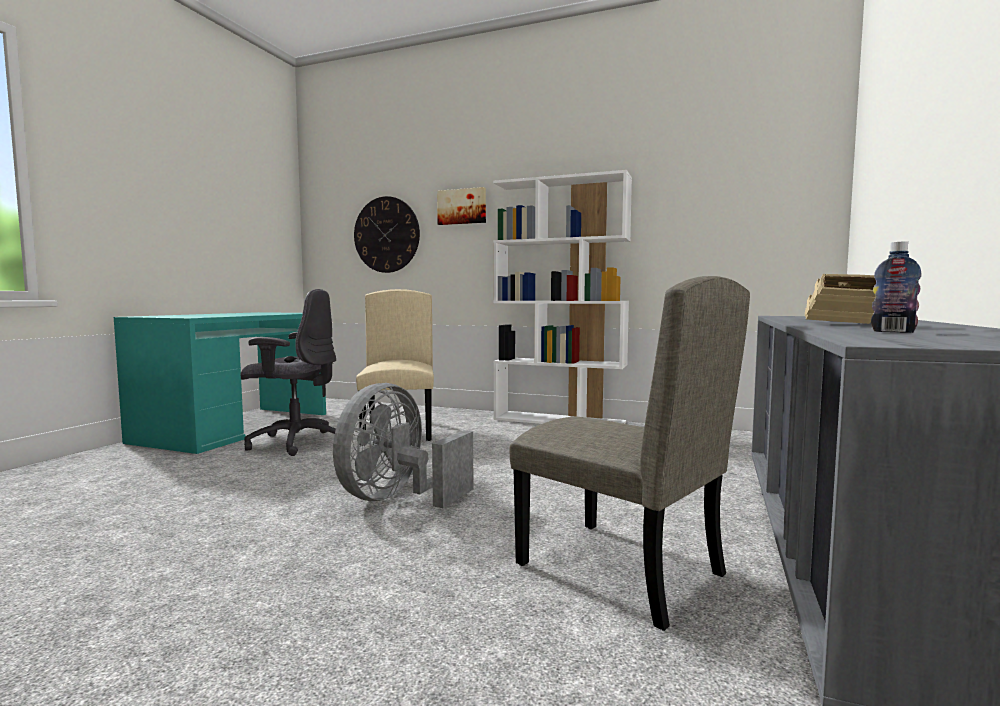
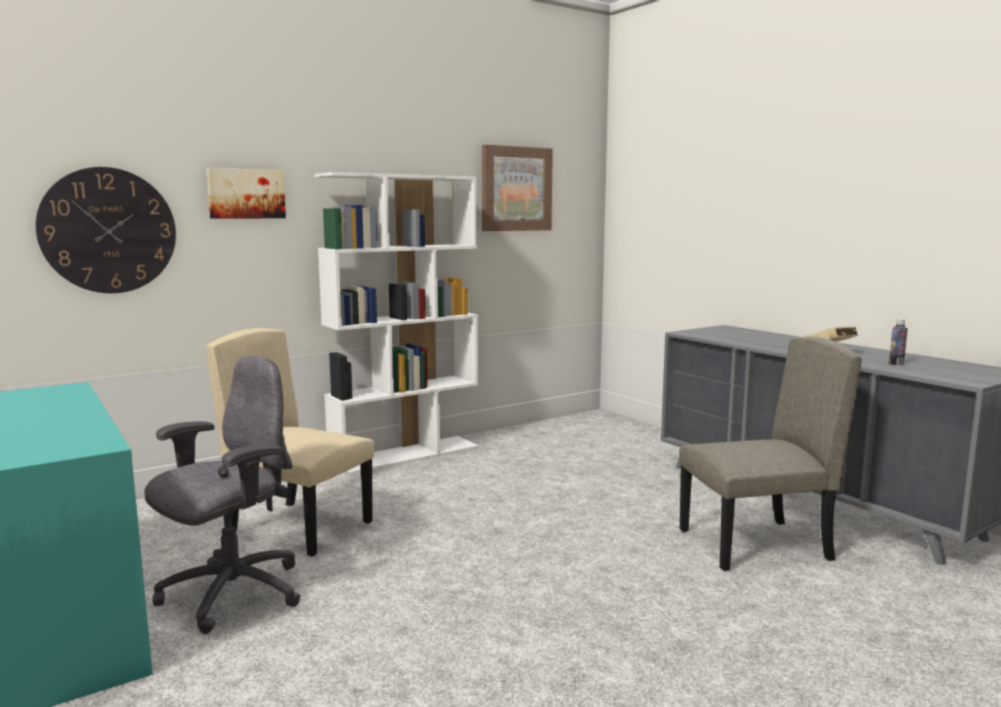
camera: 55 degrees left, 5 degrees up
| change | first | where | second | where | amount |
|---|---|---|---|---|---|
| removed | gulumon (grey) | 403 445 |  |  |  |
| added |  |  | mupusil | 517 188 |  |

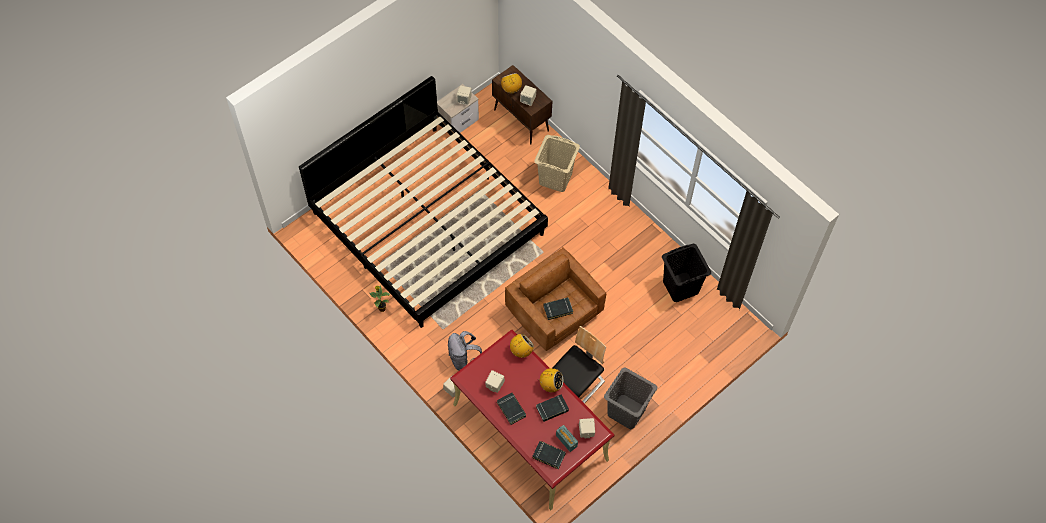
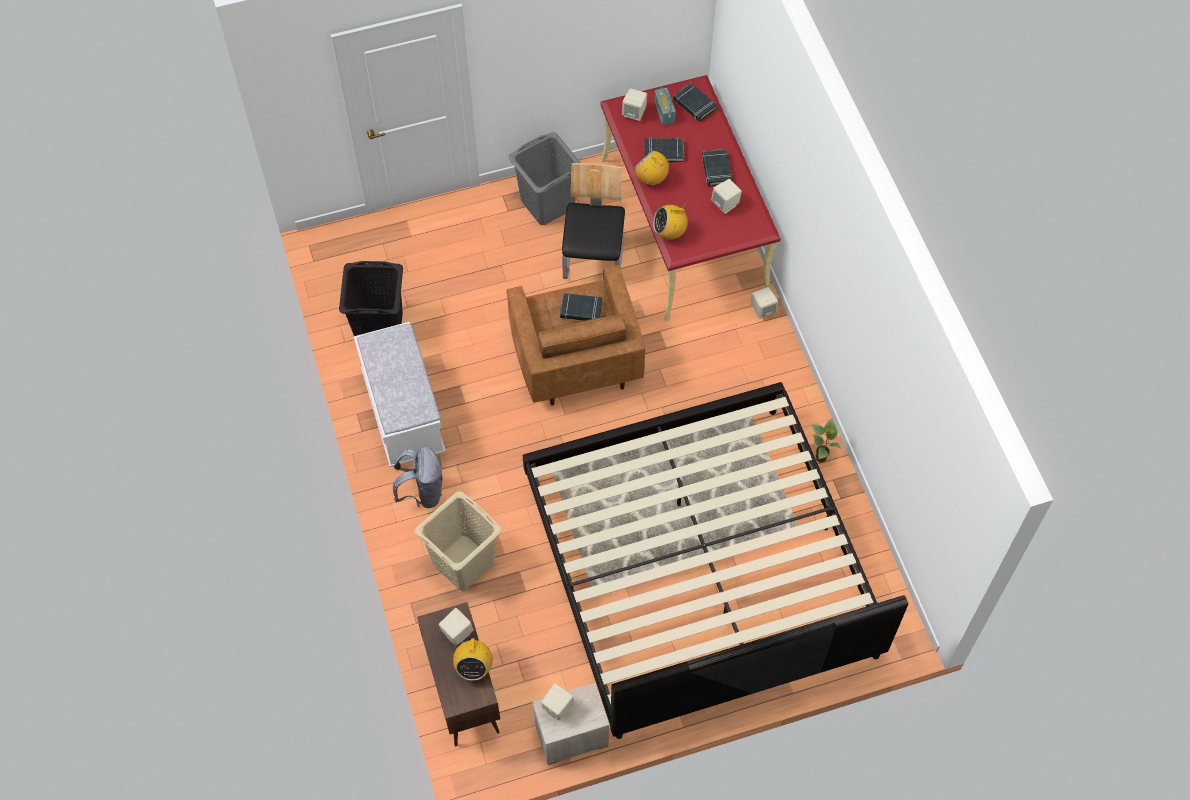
camera: 155 degrees left, 0 degrees up
| change | first | where | second | where | amount |
|---|---|---|---|---|---|
| moved | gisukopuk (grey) | 465 350 |  | 418 477 |  |
| turned | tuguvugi | 579 364 |  | 593 221 | 120 degrees clockwise |
| added |  |  | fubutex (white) | 400 394 |  |

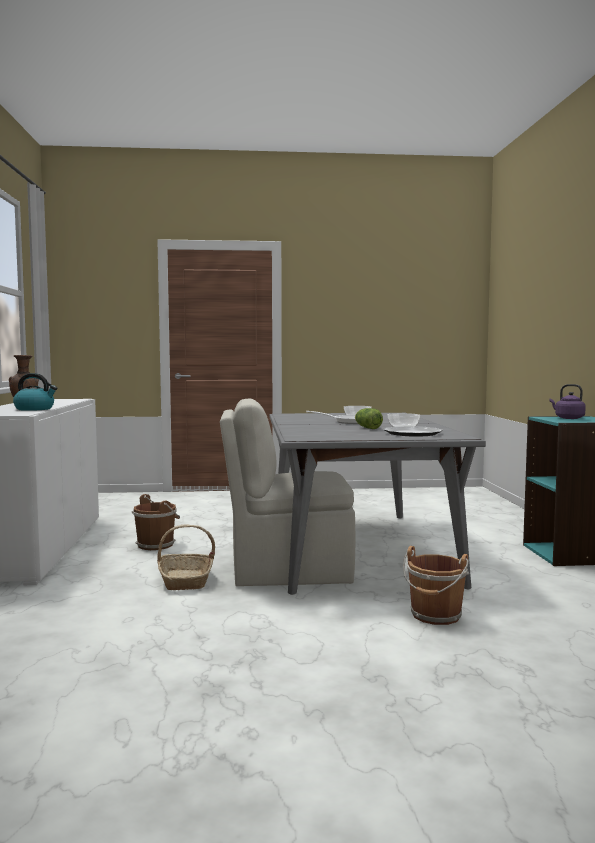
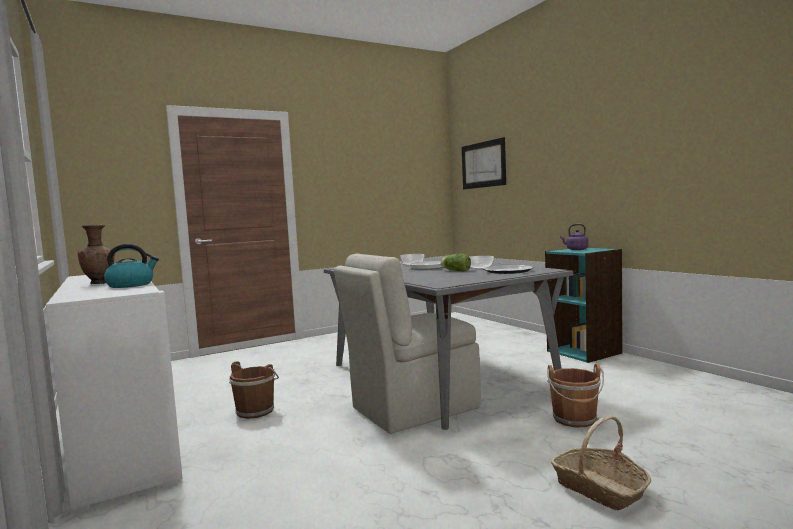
camera: 25 degrees left, 0 degrees up
| change | first | where | second | where | amount |
|---|---|---|---|---|---|
| moved | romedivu | 186 557 |  | 601 463 |  |
| added |  |  | mupusil | 484 163 |  |

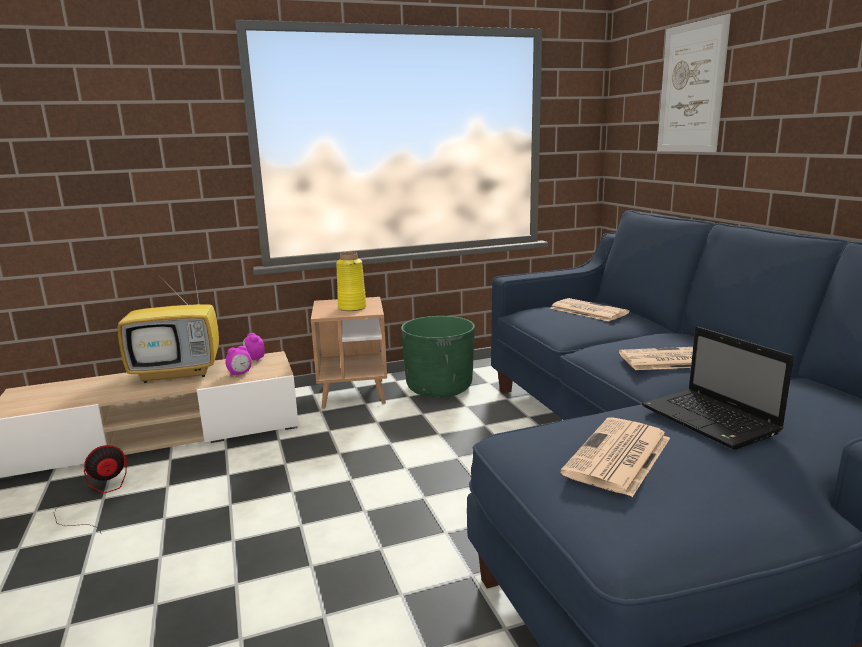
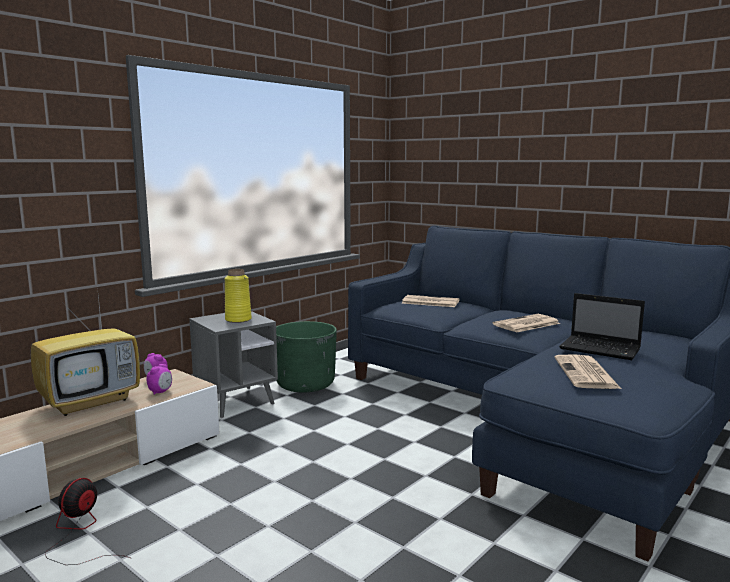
camera: 30 degrees left, 5 degrees down
| change | first | where | second | where | amount |
|---|---|---|---|---|---|
| recoloured | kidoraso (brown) | 349 353 | kidoraso (grey) | 233 364 |  |
| removed | mupusil | 694 83 |  |  |  |

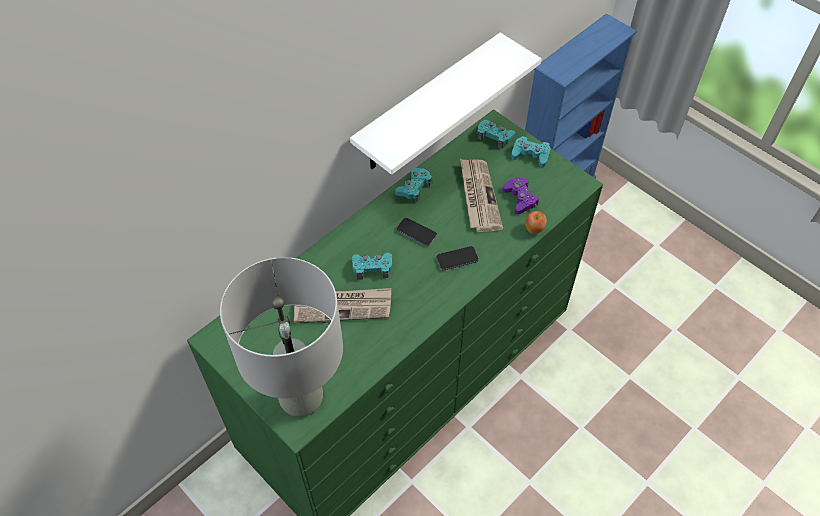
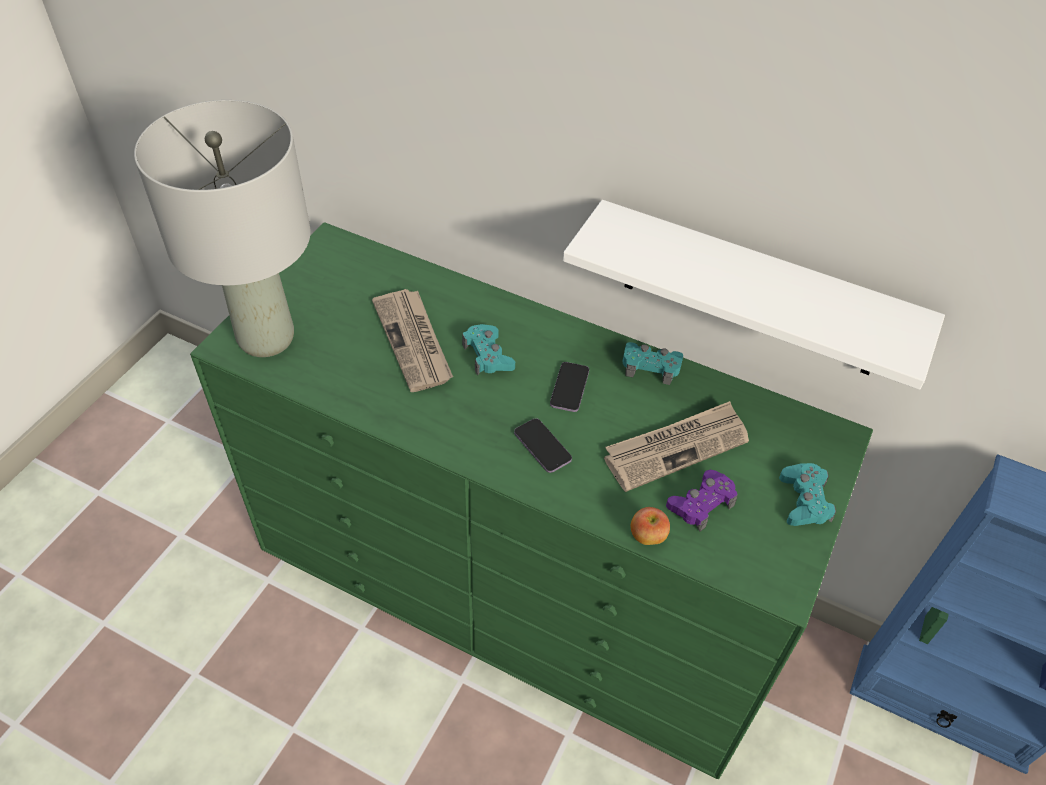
camera: 70 degrees right, 5 degrees down
| change | first | where | second | where | amount |
|---|---|---|---|---|---|
| removed | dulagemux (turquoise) | 496 134 |  |  |  |

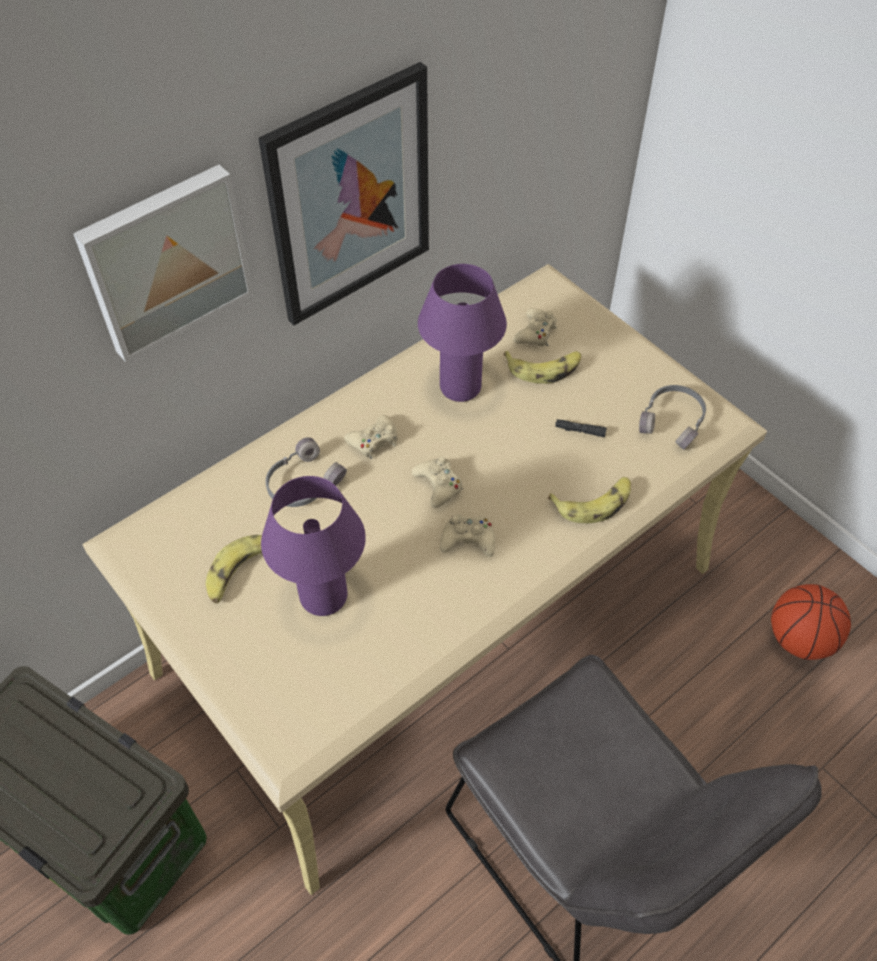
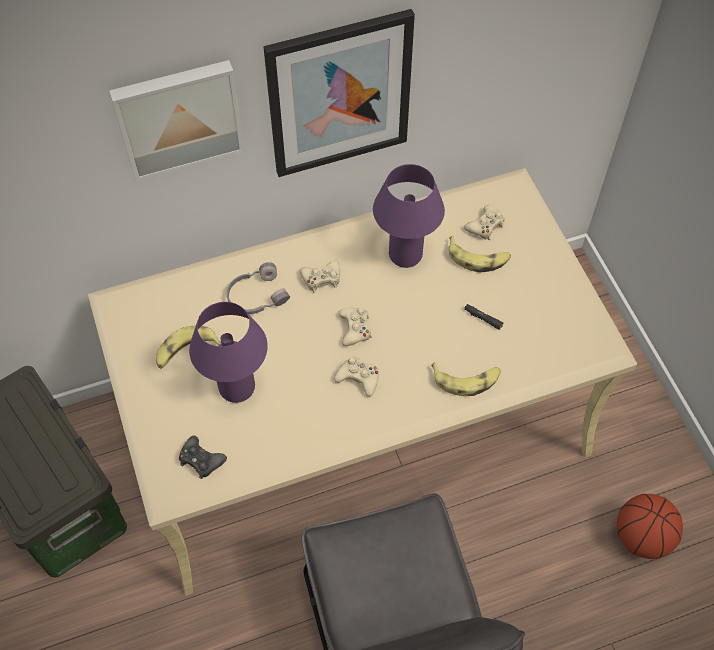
camera: 20 degrees right, 5 degrees up
| change | first | where | second | where | amount |
|---|---|---|---|---|---|
| removed | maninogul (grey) | 672 417 |  |  |  |
| added |  |  | dulagemux (black) | 203 457 |  |

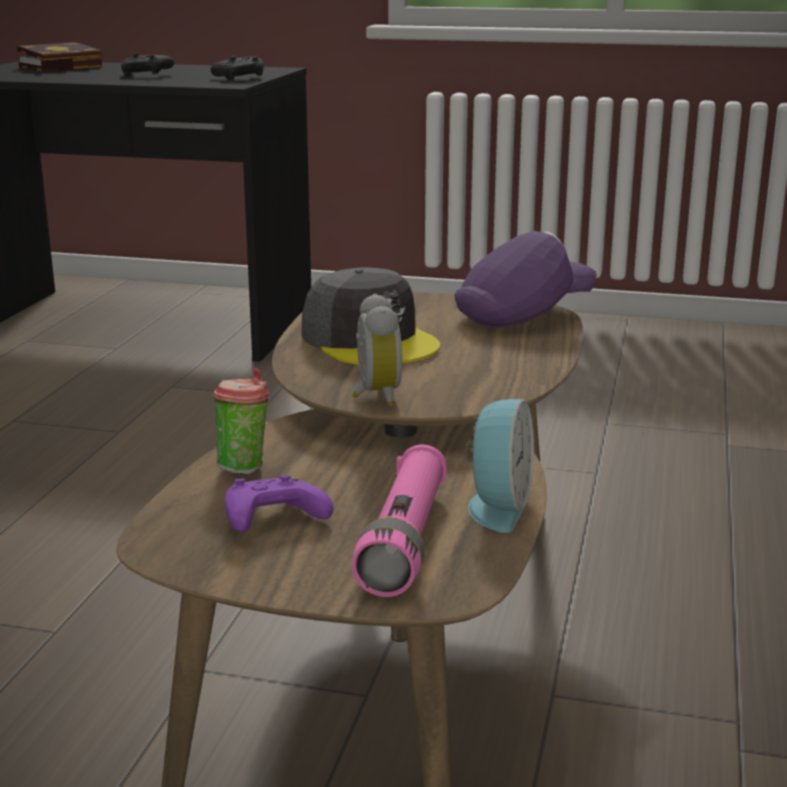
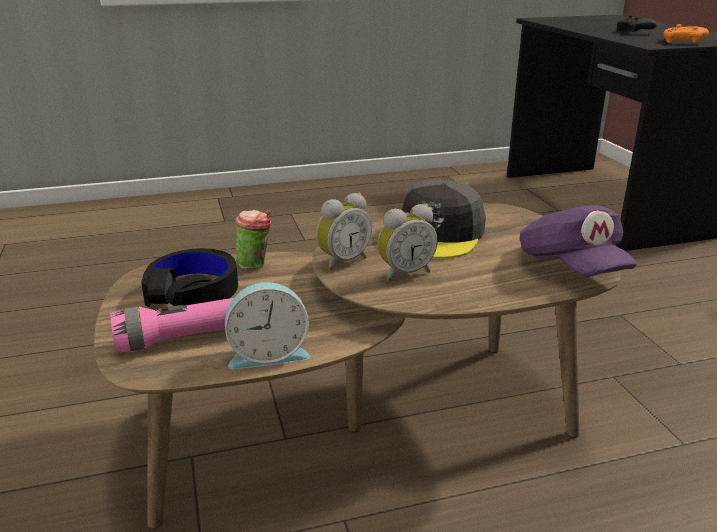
camera: 60 degrees right, 5 degrees up
| change | first | where | second | where | amount |
|---|---|---|---|---|---|
| removed | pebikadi | 59 57 |  |  |  |
| recoloured | dulagemux (black) | 237 67 | dulagemux (orange) | 686 33 |  |
| replaced | dulagemux (purple) | 279 503 | maninogul (black) | 189 277 |  |
| turned | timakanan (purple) | 525 279 |  | 578 241 | 45 degrees clockwise |
| added |  |  | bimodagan | 407 243 |  |

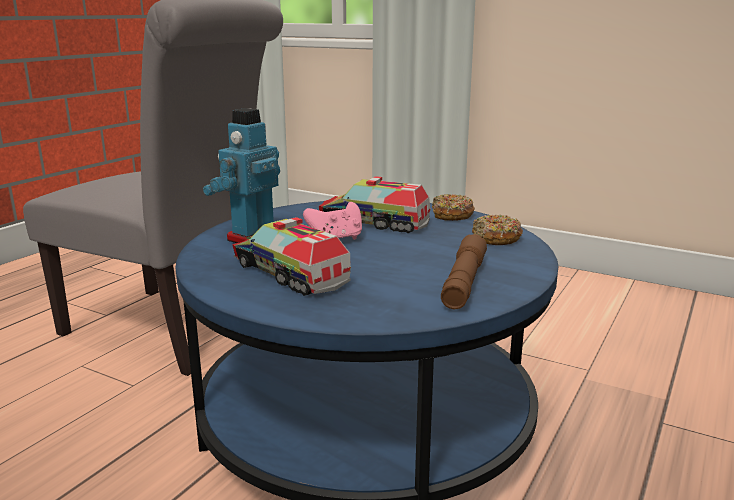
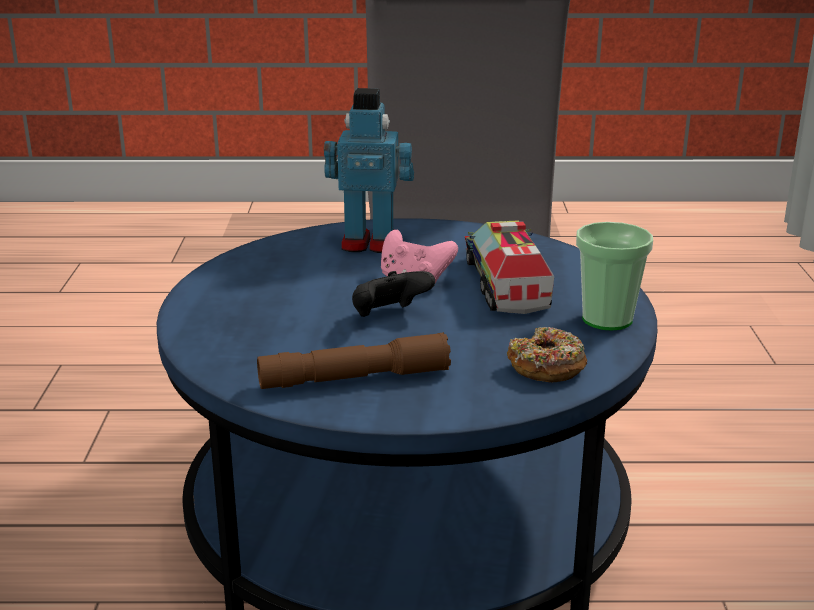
camera: 60 degrees right, 5 degrees up
| change | first | where | second | where | amount |
|---|---|---|---|---|---|
| removed | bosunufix | 291 256 |  |  |  |
| replaced | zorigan | 453 207 | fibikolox | 614 276 |  |
| added |  |  | dulagemux (black) | 393 294 |  |

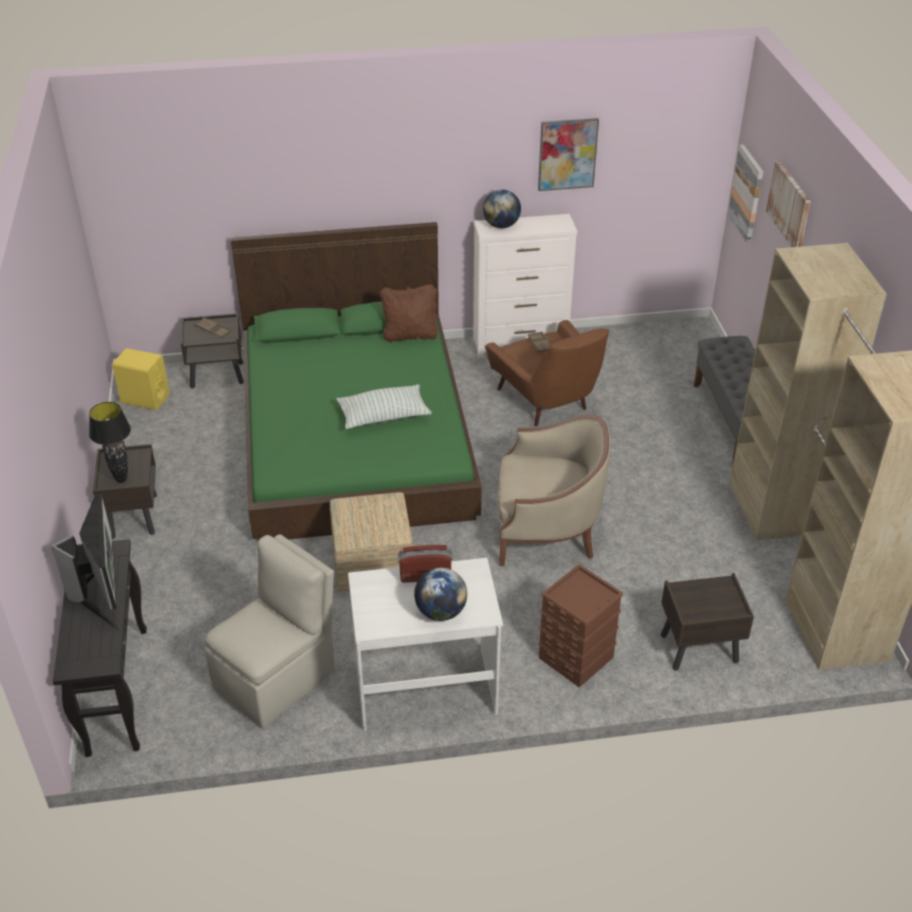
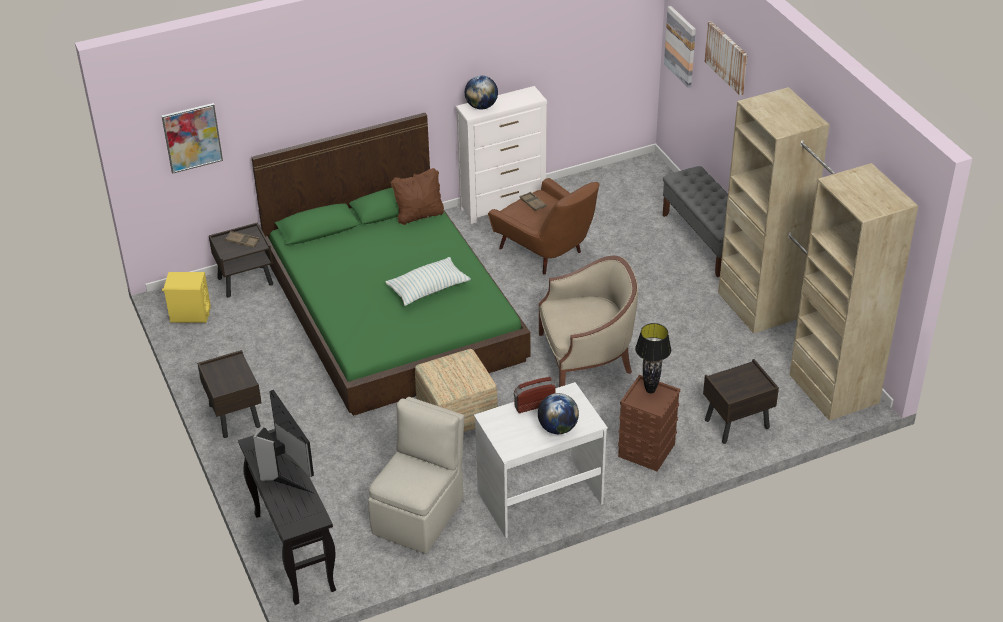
camera: 15 degrees left, 0 degrees up
| change | first | where | second | where | amount |
|---|---|---|---|---|---|
| moved | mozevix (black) | 110 442 |  | 653 358 |  |
| moved | mupusil | 568 154 |  | 192 138 |  |

